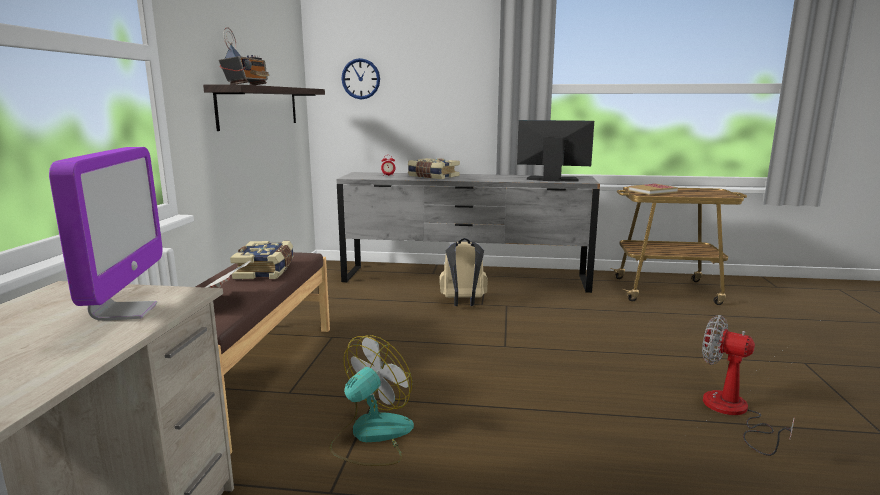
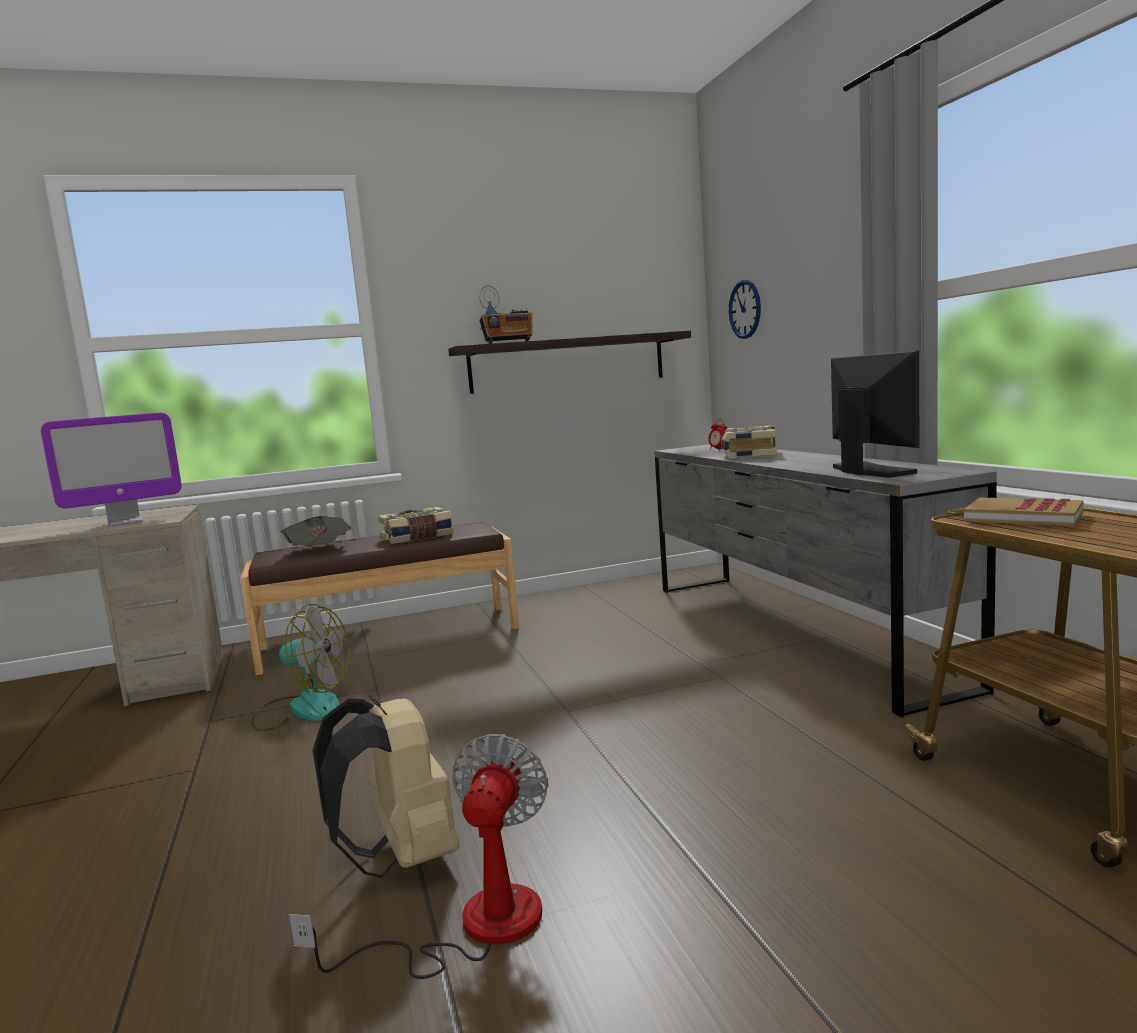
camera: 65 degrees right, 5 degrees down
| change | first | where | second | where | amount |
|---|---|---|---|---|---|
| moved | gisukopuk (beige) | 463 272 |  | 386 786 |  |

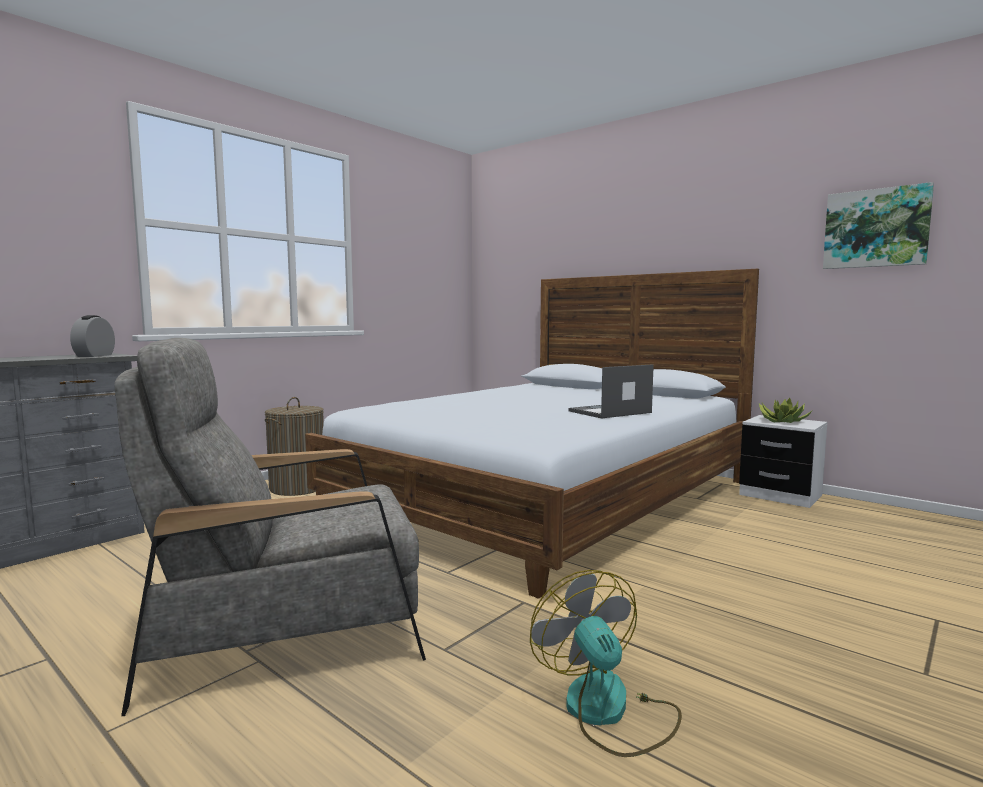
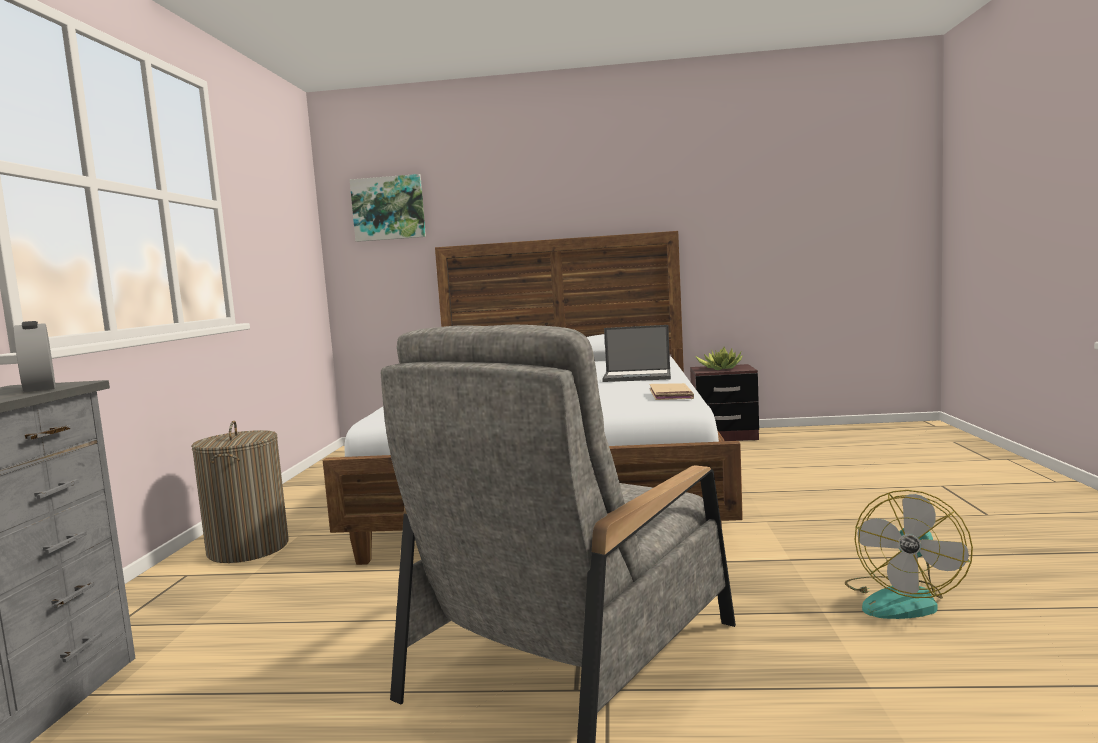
camera: 35 degrees left, 0 degrees up
| change | first | where | second | where | amount |
|---|---|---|---|---|---|
| turned | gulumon | 606 663 |  | 909 554 | 90 degrees counterclockwise |
| turned | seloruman | 611 391 |  | 636 353 | 105 degrees counterclockwise |
| recoloured | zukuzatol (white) | 783 461 | zukuzatol (brown) | 724 402 |  |
| moved | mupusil | 878 225 |  | 388 208 |  |
| added |  |  | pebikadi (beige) | 671 391 |  |

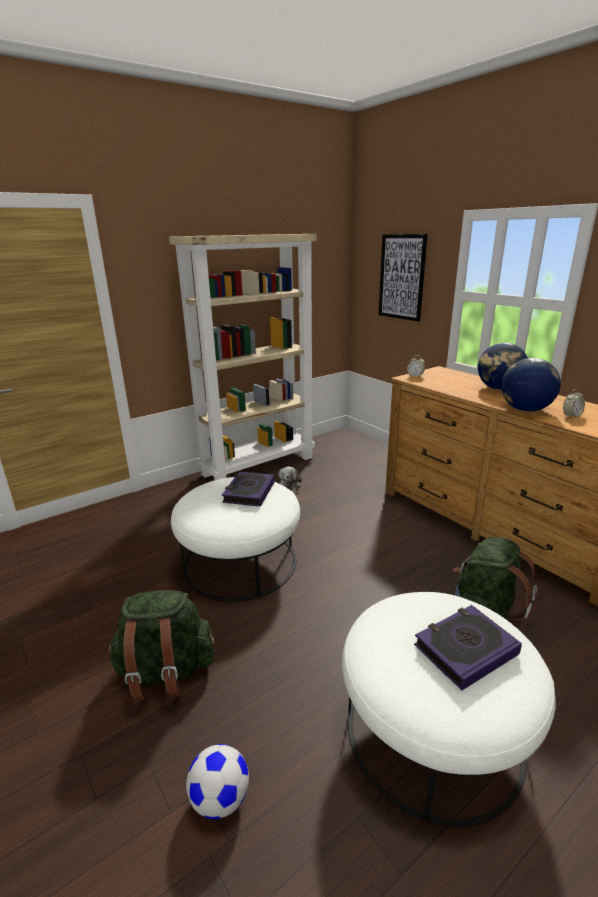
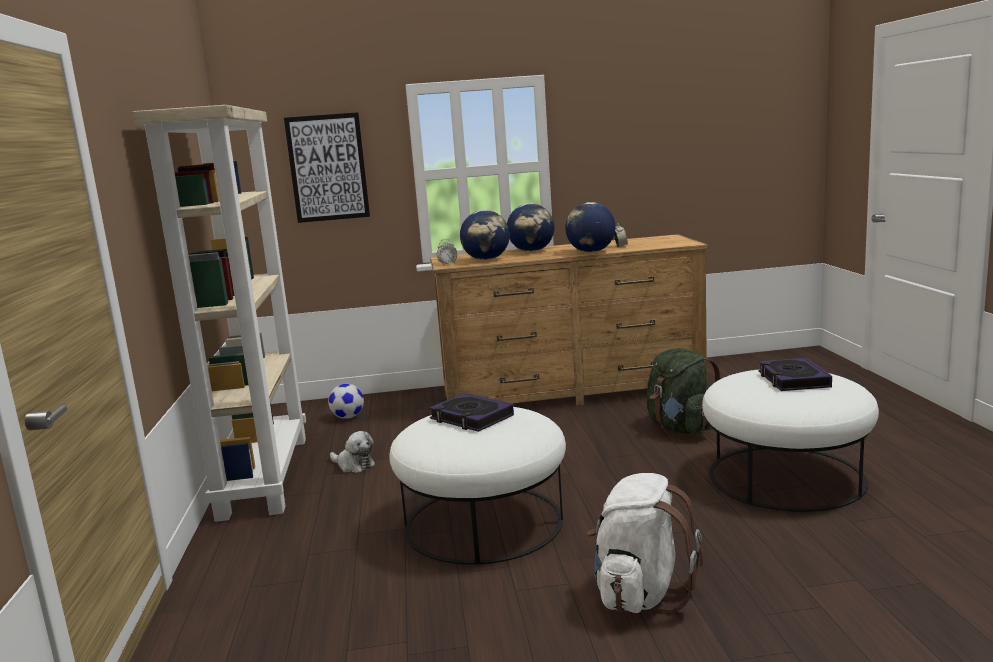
camera: 60 degrees left, 10 degrees down
| change | first | where | second | where | amount |
|---|---|---|---|---|---|
| recoloured | gisukopuk (green) | 161 646 | gisukopuk (white) | 645 543 |  |
| moved | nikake | 217 781 |  | 346 401 |  |
| added |  |  | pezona | 485 235 |  |

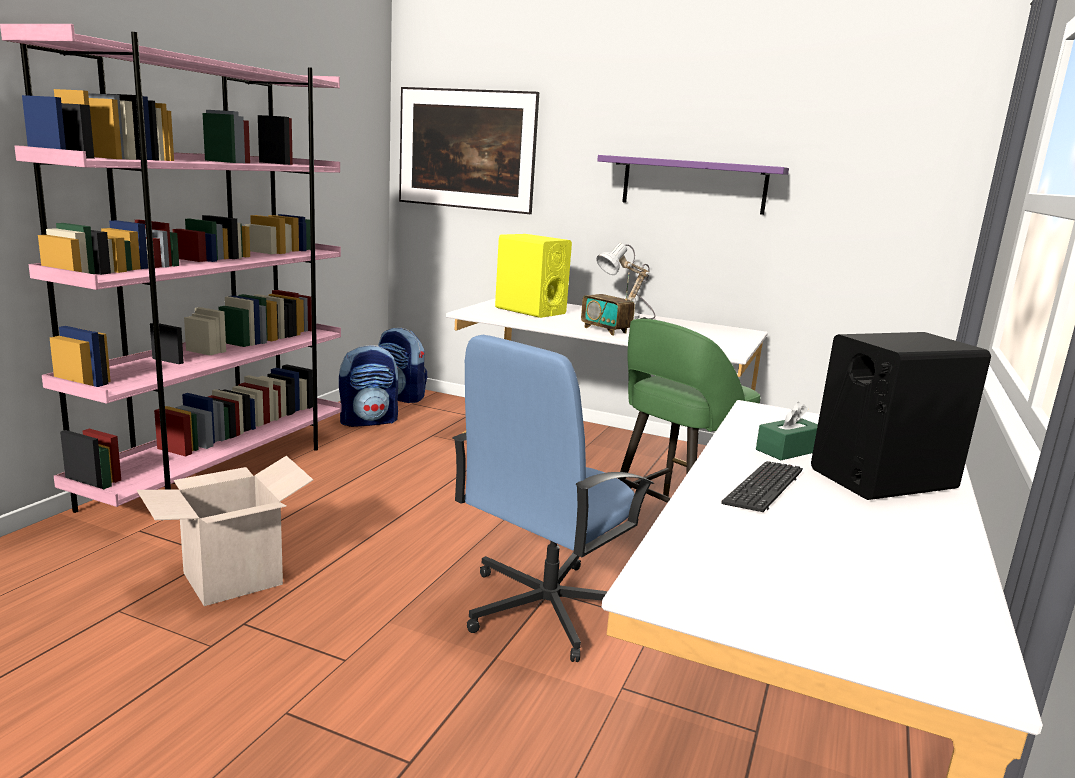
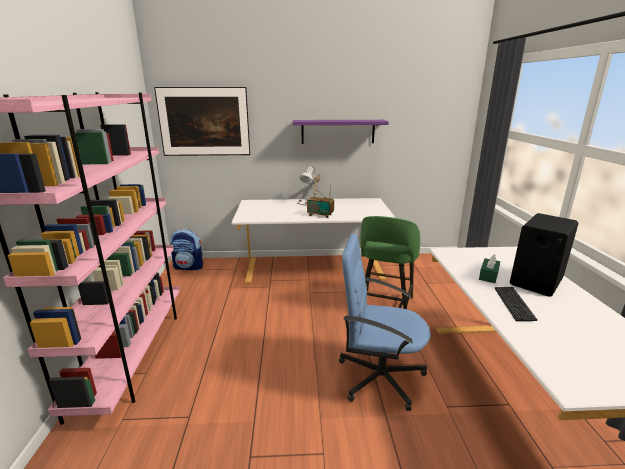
camera: 25 degrees left, 5 degrees up
| change | first | where | second | where | amount |
|---|---|---|---|---|---|
| removed | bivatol | 225 531 |  |  |  |
| removed | gisukopuk | 368 386 |  |  |  |
| turned | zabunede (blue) | 553 498 |  | 385 322 | 90 degrees clockwise |
| removed | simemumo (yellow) | 533 276 |  |  |  |

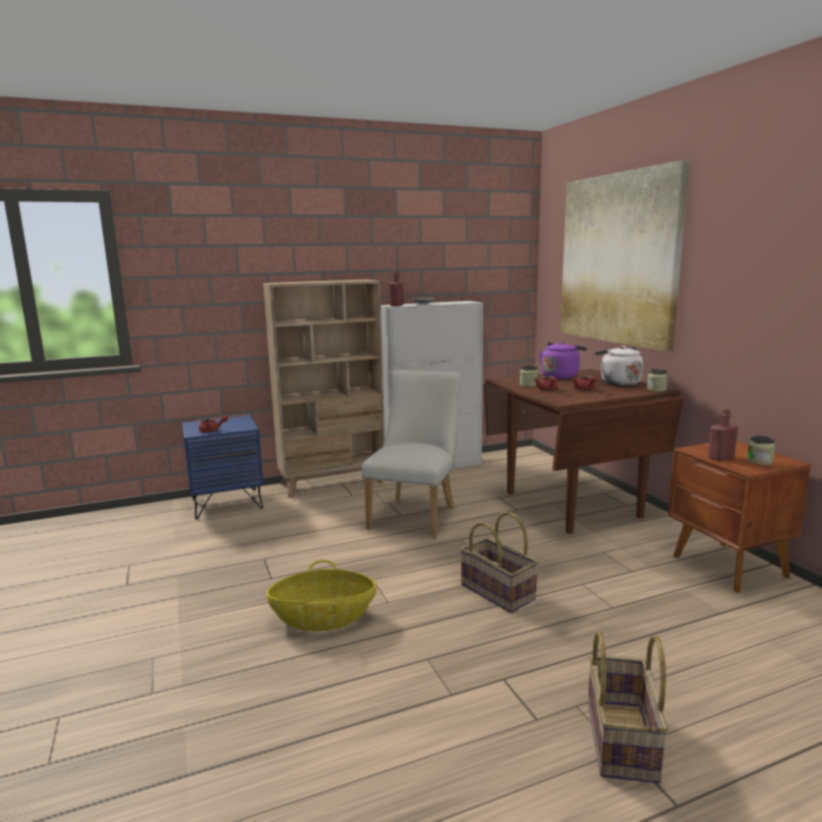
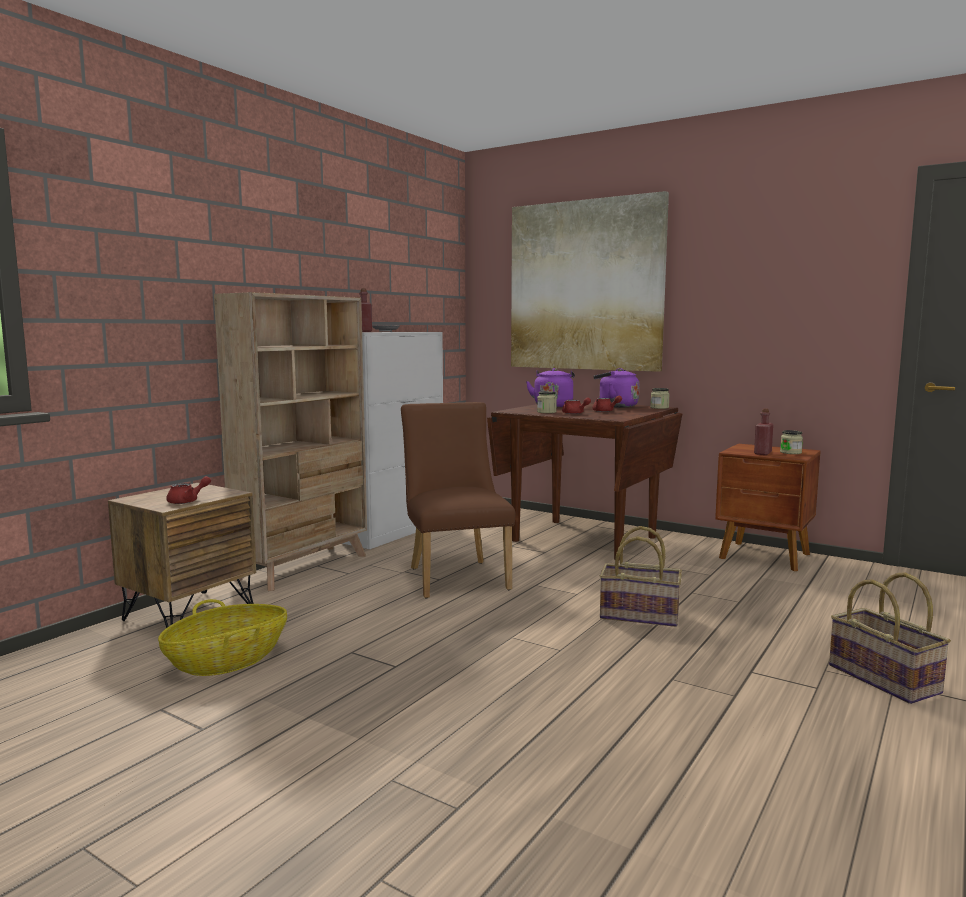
camera: 35 degrees left, 5 degrees down
| change | first | where | second | where | amount |
|---|---|---|---|---|---|
| recoloured | zukuzatol (blue) | 222 467 | zukuzatol (brown) | 182 555 |  |
| moved | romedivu | 321 596 |  | 222 637 |  |
| recoloured | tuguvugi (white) | 411 454 | tuguvugi (brown) | 458 500 |  |
| recoloured | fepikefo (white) | 619 366 | fepikefo (purple) | 616 387 |  |

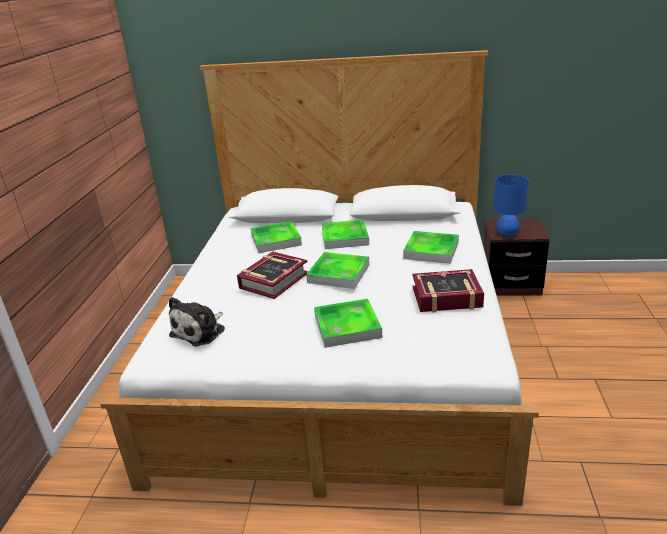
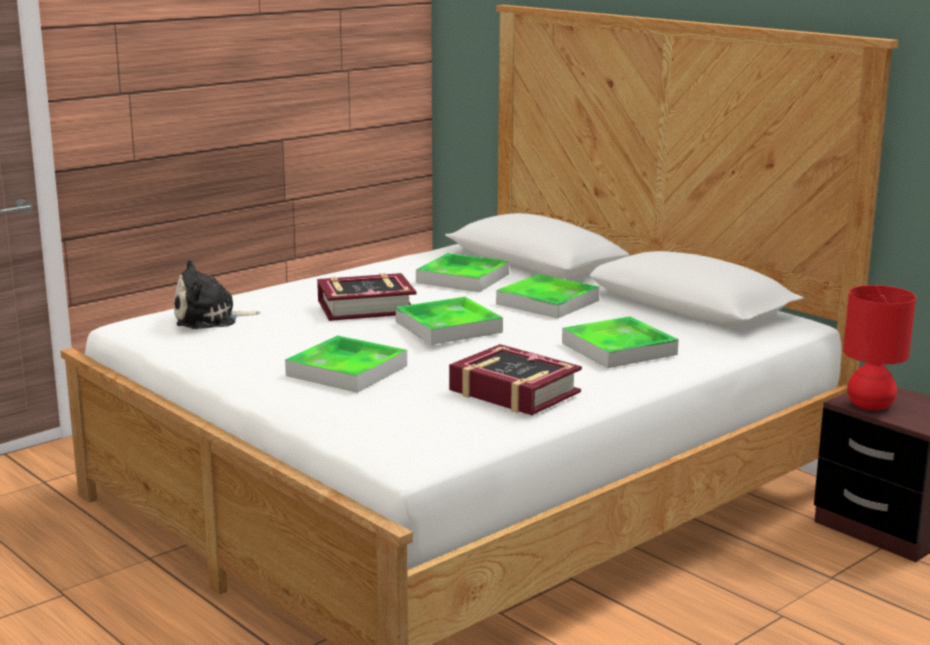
camera: 40 degrees right, 10 degrees down
| change | first | where | second | where | amount |
|---|---|---|---|---|---|
| recoloured | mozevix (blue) | 511 205 | mozevix (red) | 879 347 |  |

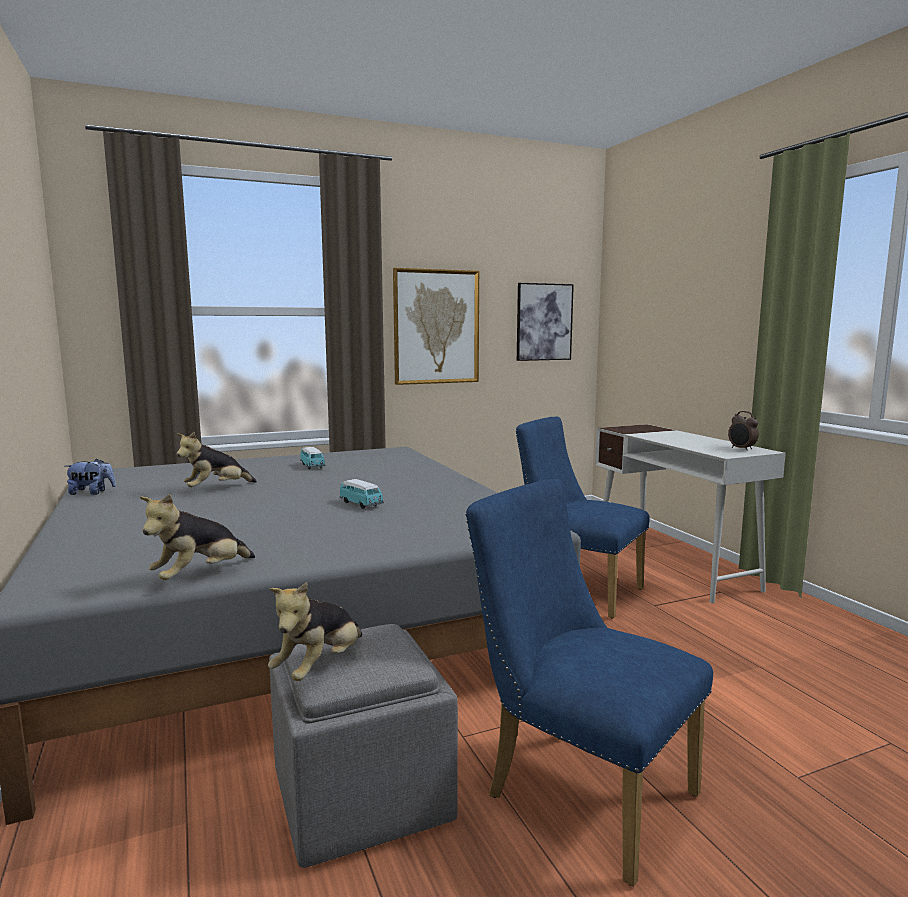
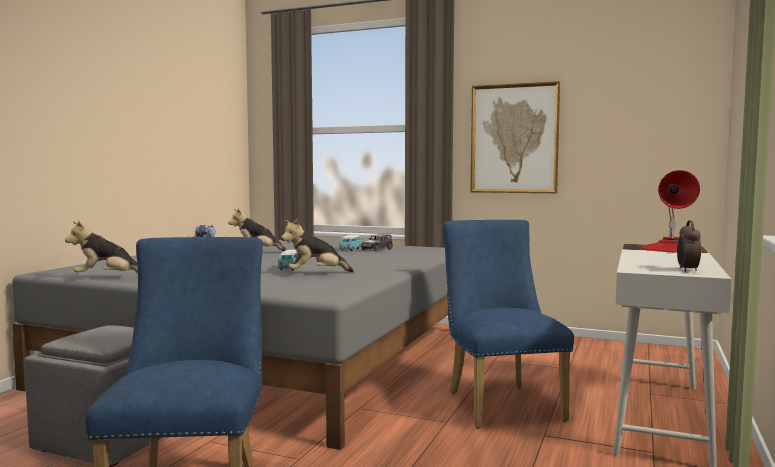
camera: 45 degrees right, 5 degrees down
| change | first | where | second | where | amount |
|---|---|---|---|---|---|
| moved | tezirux | 315 631 |  | 317 245 |  |
| removed | mupusil | 545 322 |  |  |  |
| added |  |  | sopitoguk | 377 243 |  |
| added |  |  | mozevix (red) | 671 211 |  |

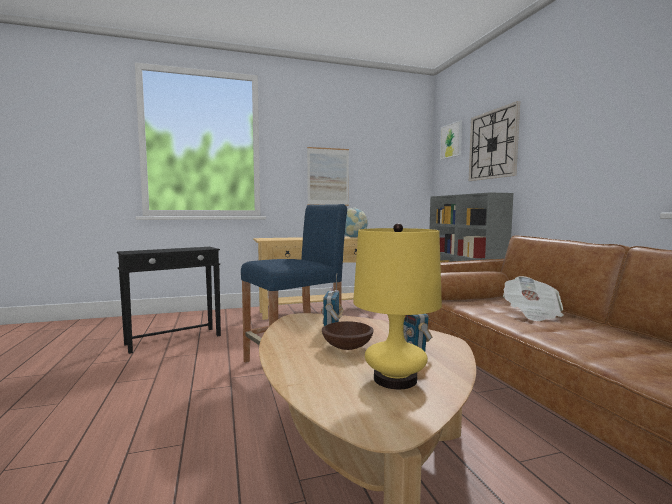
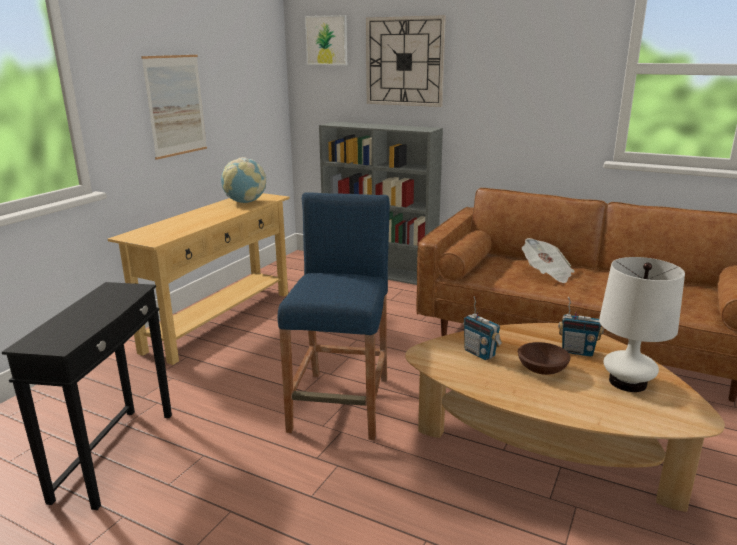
camera: 45 degrees left, 15 degrees up
| change | first | where | second | where | amount |
|---|---|---|---|---|---|
| recoloured | mozevix (yellow) | 397 306 | mozevix (white) | 642 324 |  |

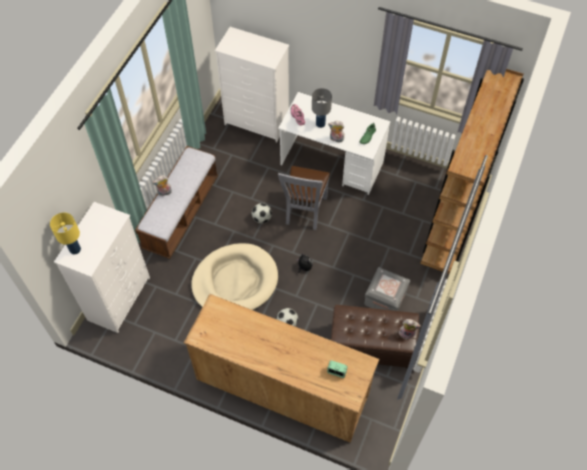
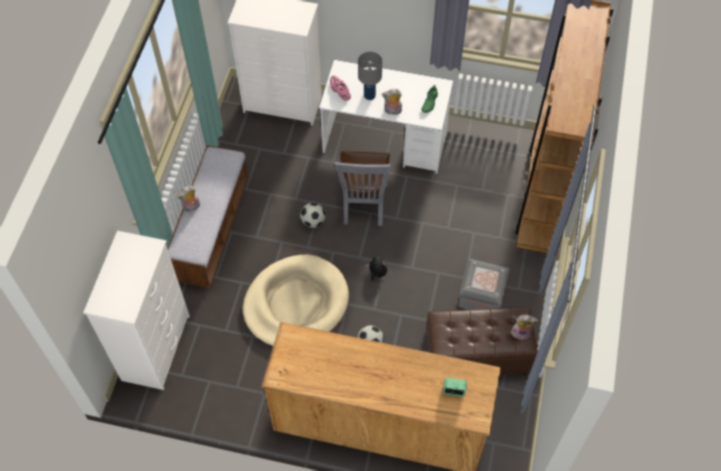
camera: 10 degrees left, 0 degrees up
| change | first | where | second | where | amount |
|---|---|---|---|---|---|
| removed | mozevix (yellow) | 65 233 |  |  |  |

